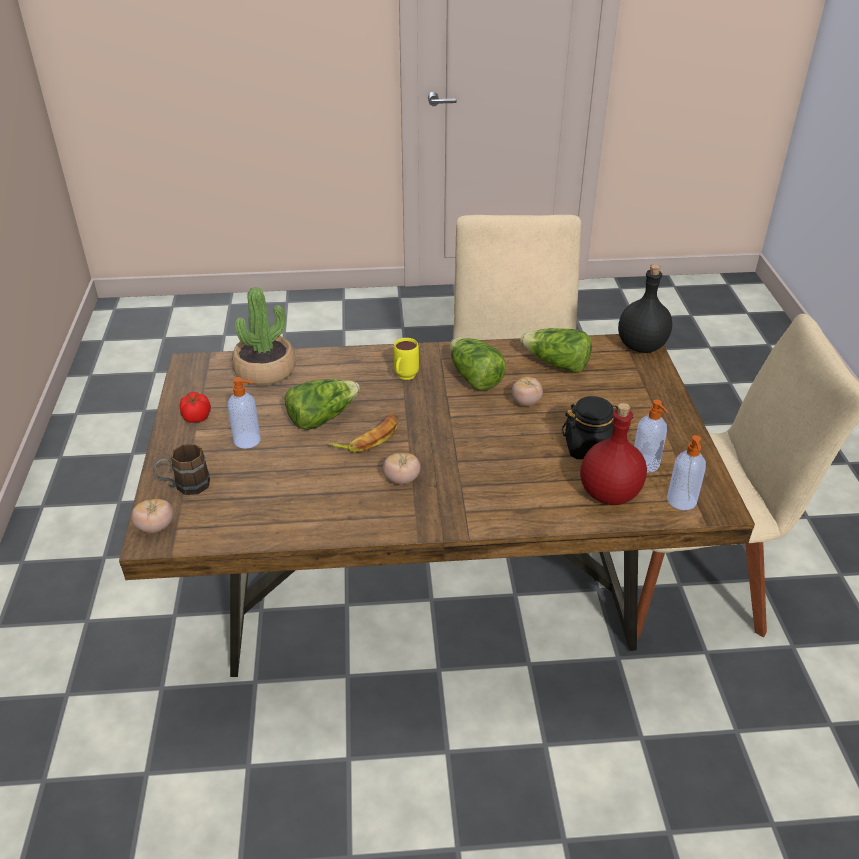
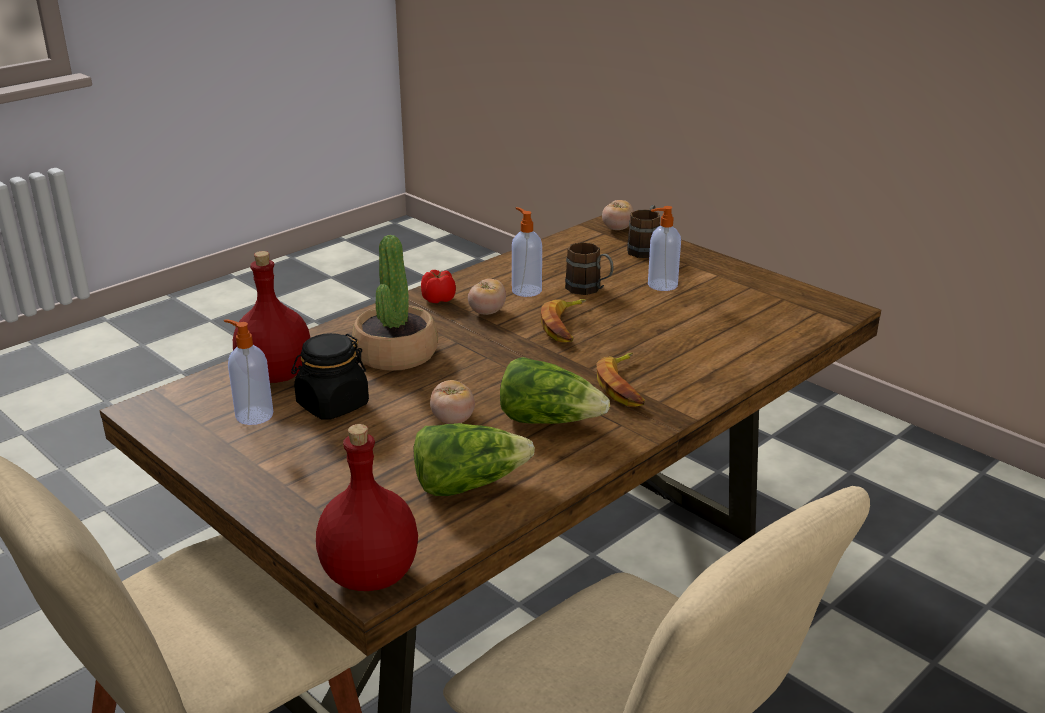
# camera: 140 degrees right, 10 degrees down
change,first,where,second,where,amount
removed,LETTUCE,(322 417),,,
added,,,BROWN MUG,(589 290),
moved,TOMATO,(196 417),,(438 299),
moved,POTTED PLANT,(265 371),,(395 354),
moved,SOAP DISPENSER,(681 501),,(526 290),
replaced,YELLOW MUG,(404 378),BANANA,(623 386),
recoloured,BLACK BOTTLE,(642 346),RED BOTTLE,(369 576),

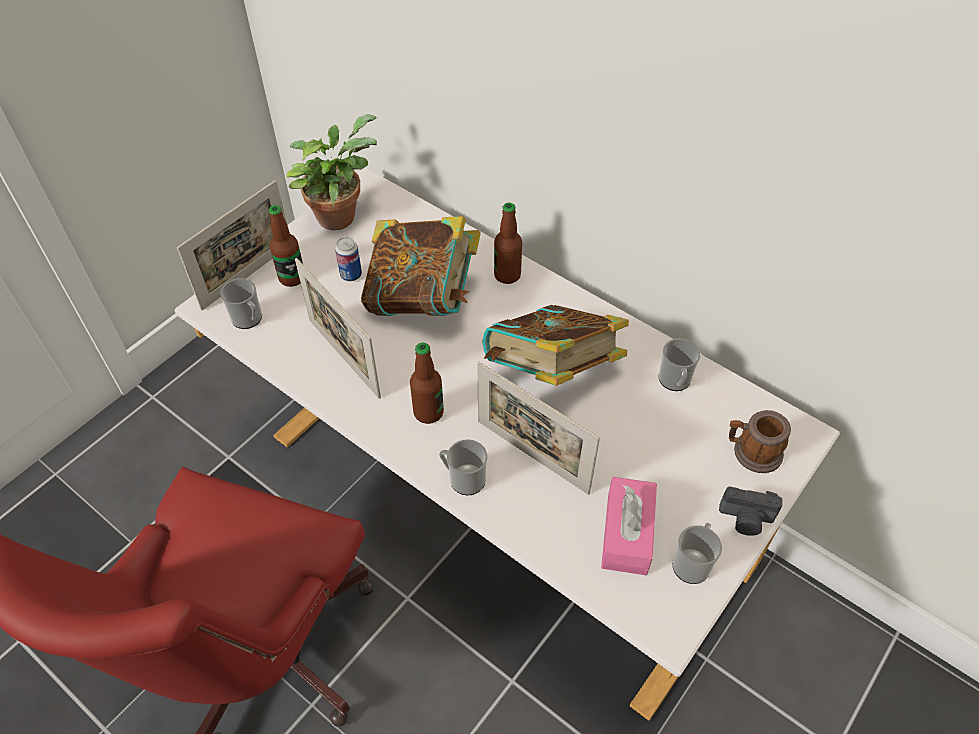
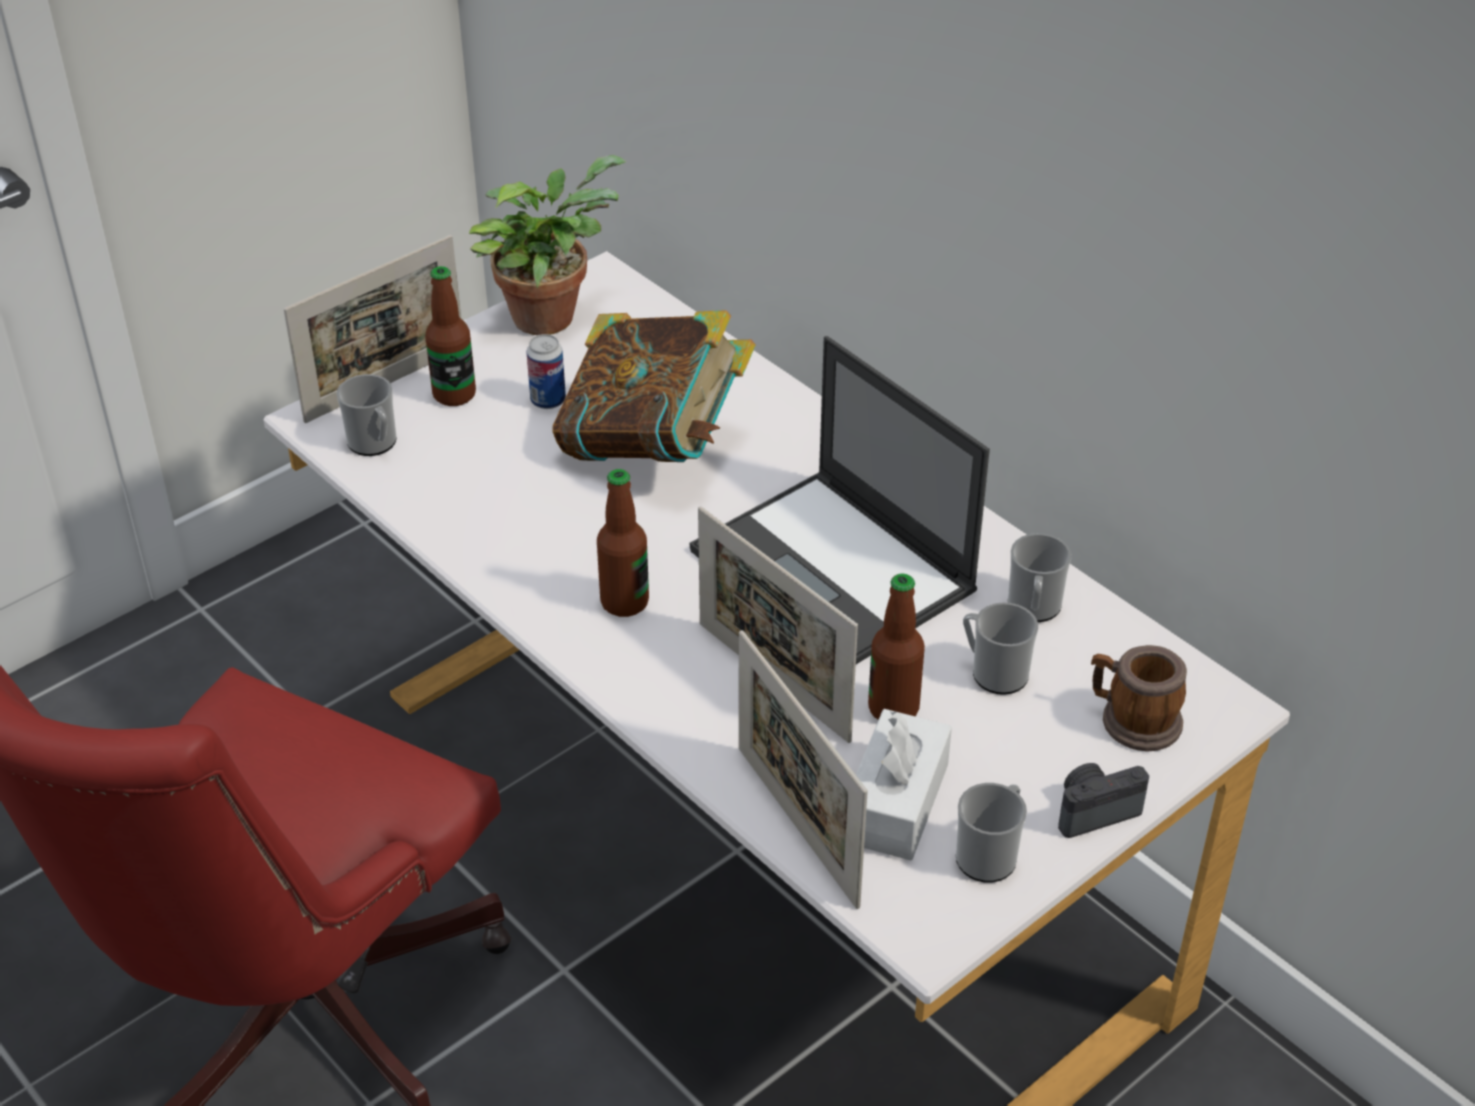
# camera: 10 degrees right, 10 degrees down
change,first,where,second,where,amount
moved,PICTURE FRAME,(344 358),,(797 825),
moved,MUG,(463 479),,(994 672),
moved,BOTTLE,(507 275),,(893 708),
replaced,BOOK,(551 373),LAPTOP,(835 572),
recoloured,PINK TISSUE BOX,(627 534),WHITE TISSUE BOX,(895 803),
turned,PHOTO CAMERA,(745 520),,(1093 810),135 degrees clockwise

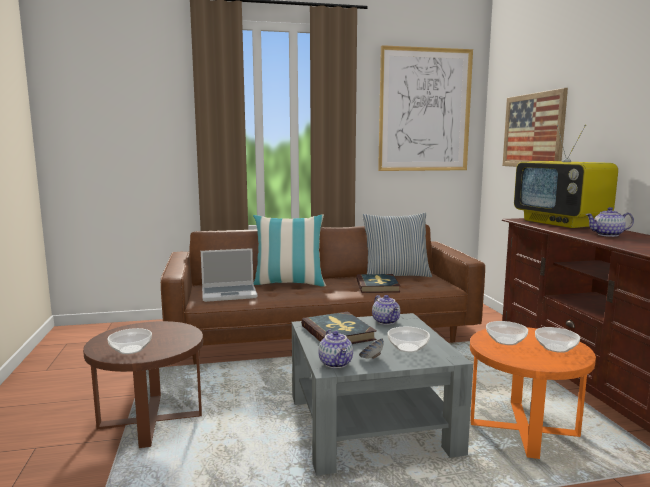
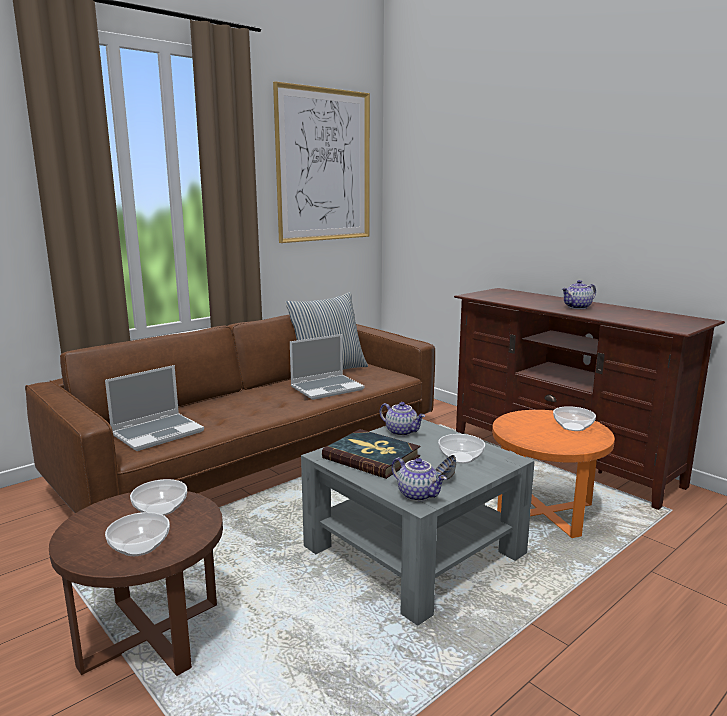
# camera: 30 degrees left, 5 degrees up
change,first,where,second,where,amount
removed,PILLOW,(289 283),,,
removed,PICTURE,(533 130),,,
removed,TELEVISION,(561 223),,,
moved,BOWL,(505 341),,(160 509),
replaced,BOOK,(377 286),LAPTOP,(327 388),

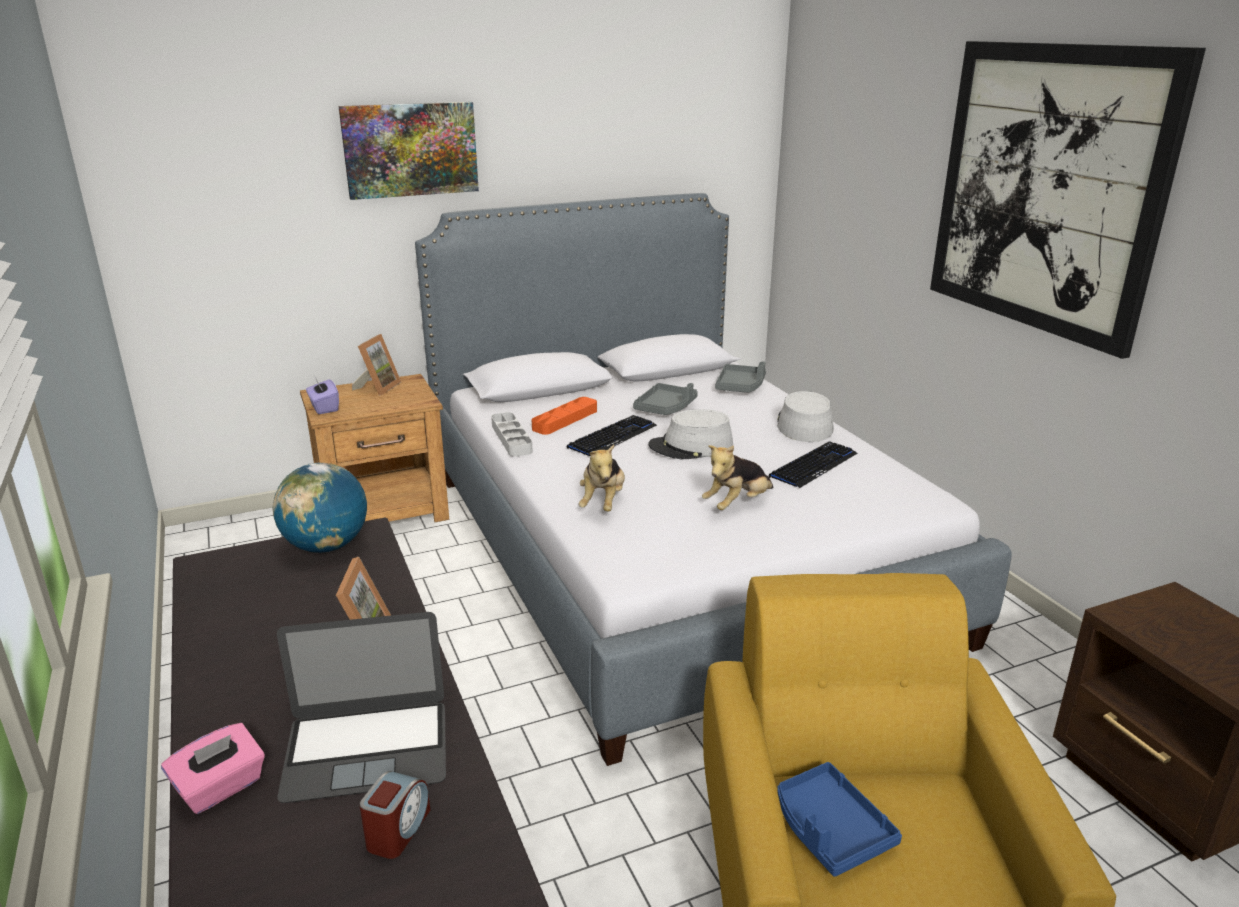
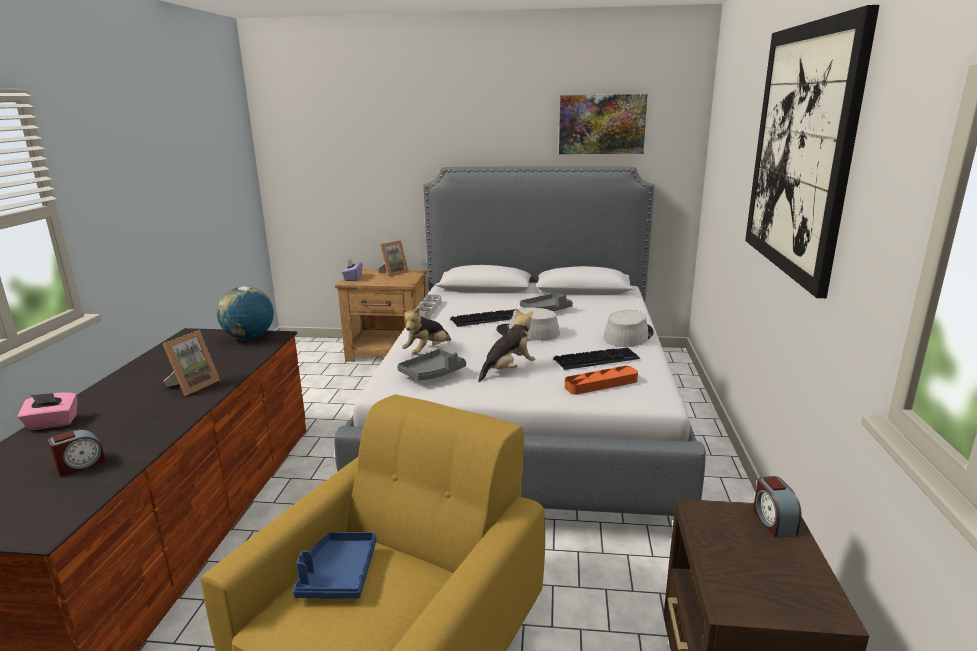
# camera: 30 degrees right, 5 degrees down
change,first,where,second,where,amount
removed,LAPTOP,(367 749),,,
added,,,ALARM CLOCK,(773 521),
moved,PICTURE,(410 149),,(601 124),
moved,ORANGE TRAY,(565 420),,(601 384),
moved,GREY TRAY,(740 386),,(433 373),
turned,PLUSH TOY,(737 504),,(508 370),150 degrees clockwise

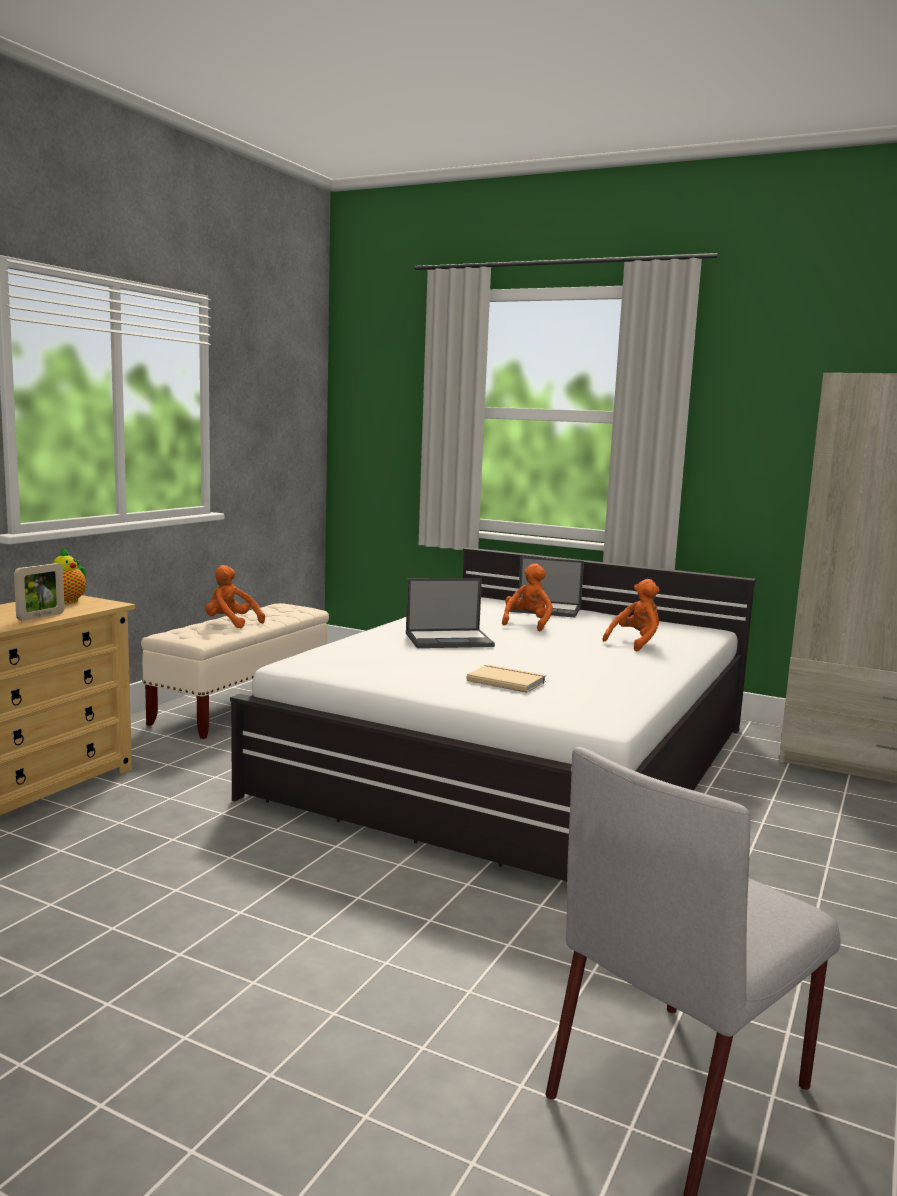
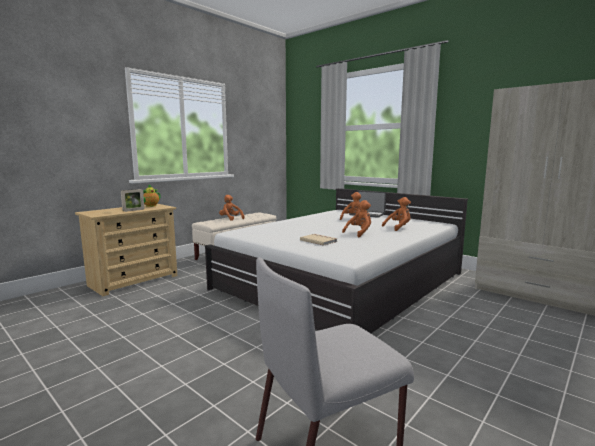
# camera: 15 degrees right, 0 degrees up
change,first,where,second,where,amount
removed,LAPTOP,(450 640),,,
added,,,ORANGE PLUSH TOY,(359 233),

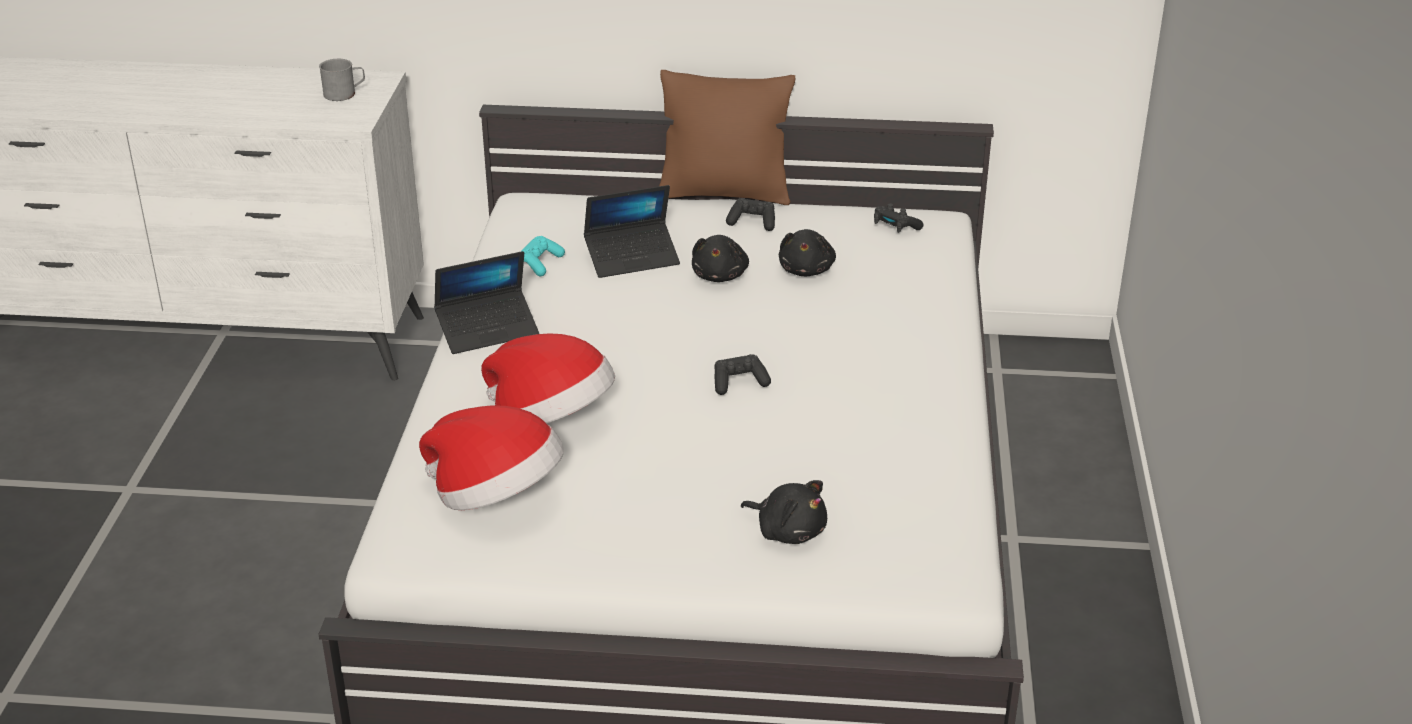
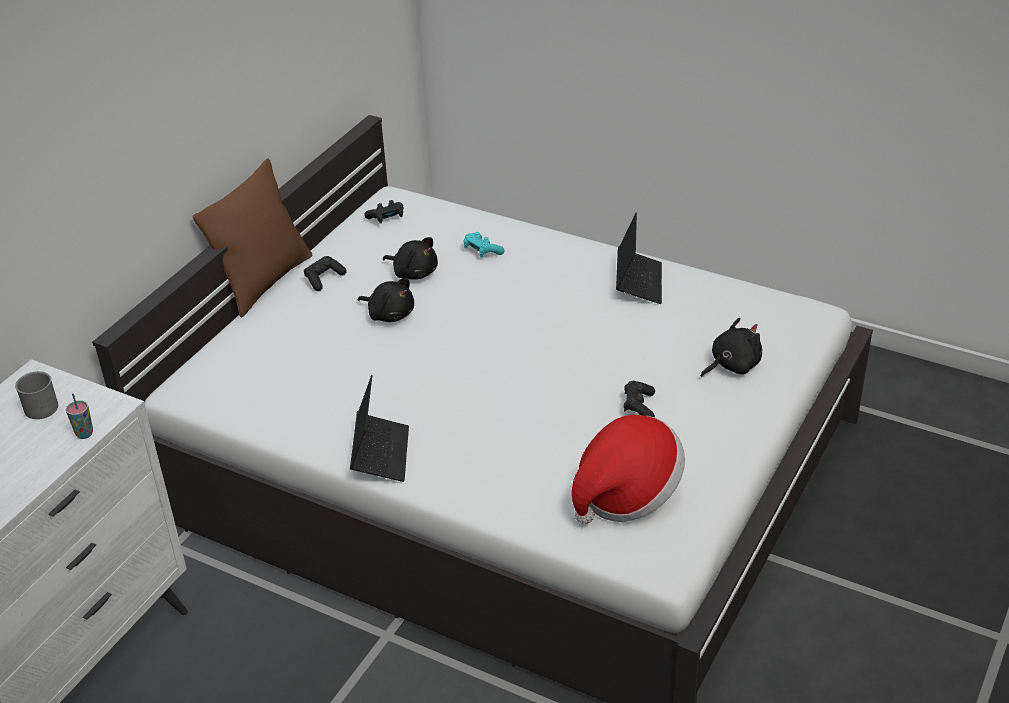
# camera: 65 degrees left, 5 degrees up
change,first,where,second,where,amount
removed,HAT,(552 419),,,
added,,,CUP,(84 434),
moved,TURQUOISE GAME CONTROLLER,(540 263),,(482 251),
moved,LAPTOP,(632 258),,(638 282),
moved,BLACK GAME CONTROLLER,(739 383),,(639 407),

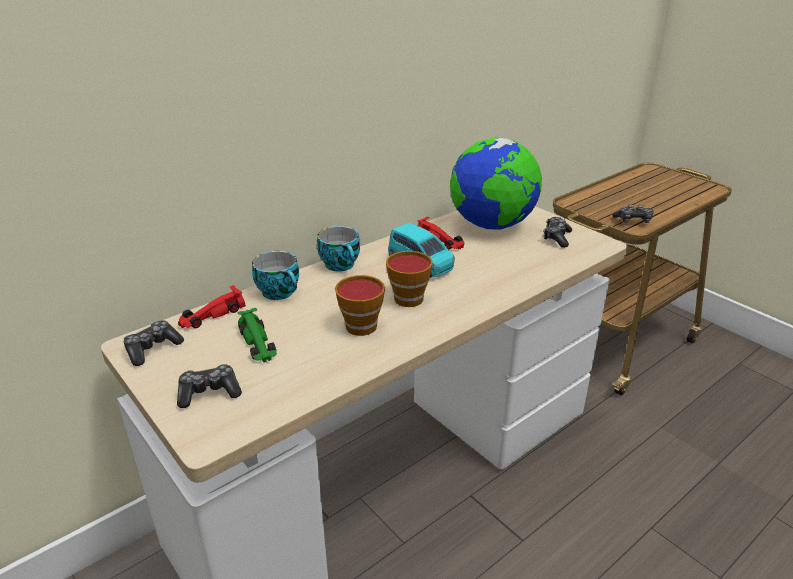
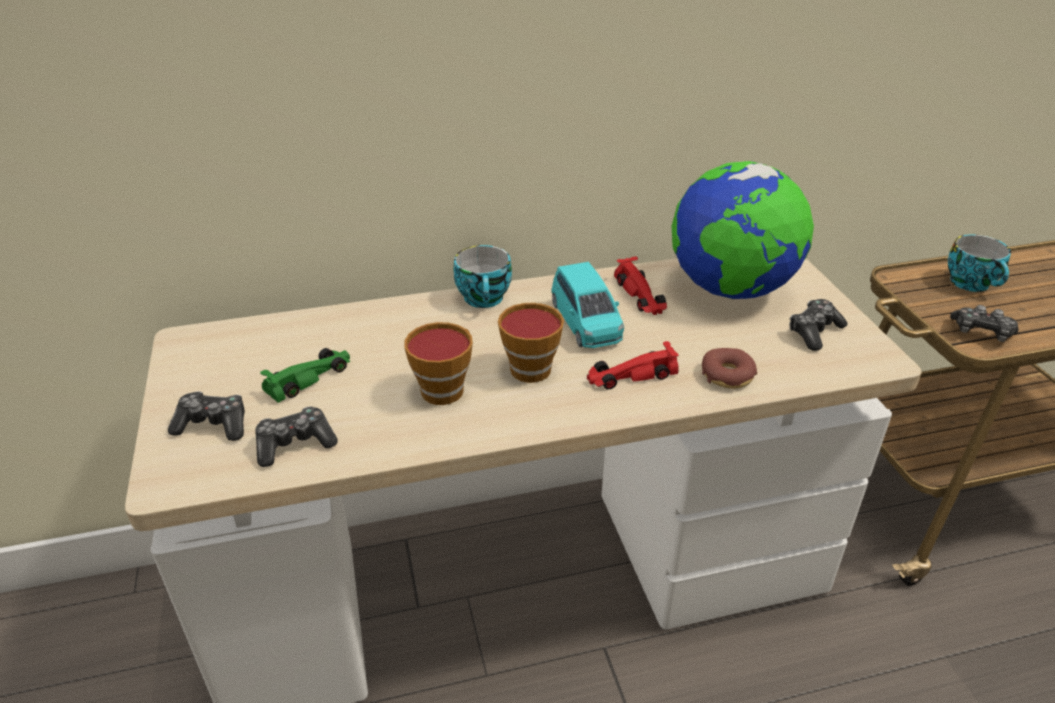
# camera: 25 degrees right, 5 degrees up
change,first,where,second,where,amount
added,,,DONUT,(727 375),
moved,GAME CONTROLLER,(152 349),,(295 444),
moved,RED TOY CAR,(211 315),,(630 375),
moved,CUP,(280 292),,(972 283),
turned,GREEN TOY CAR,(257 343),,(310 377),135 degrees counterclockwise

